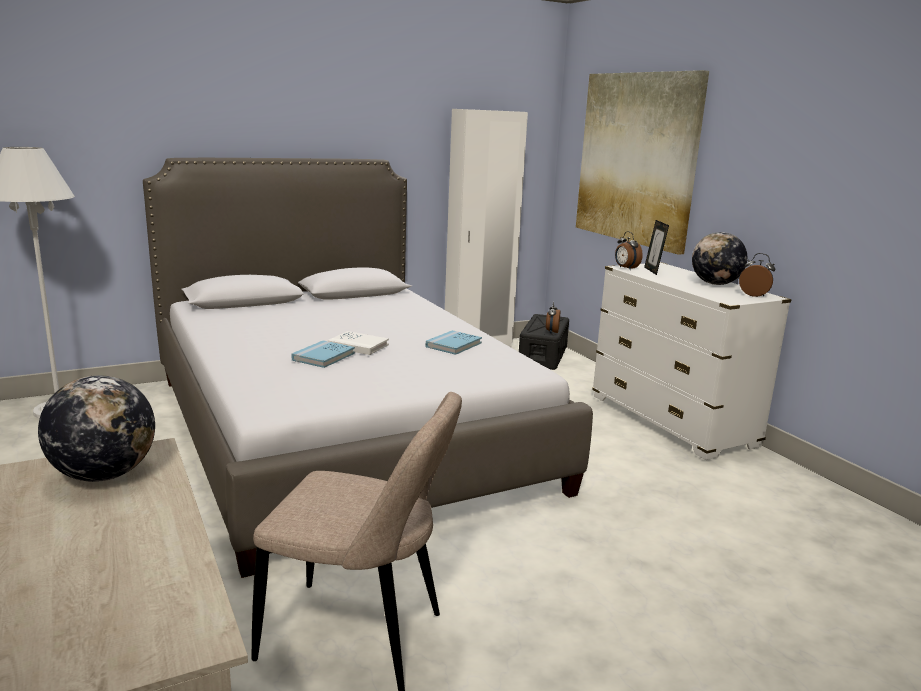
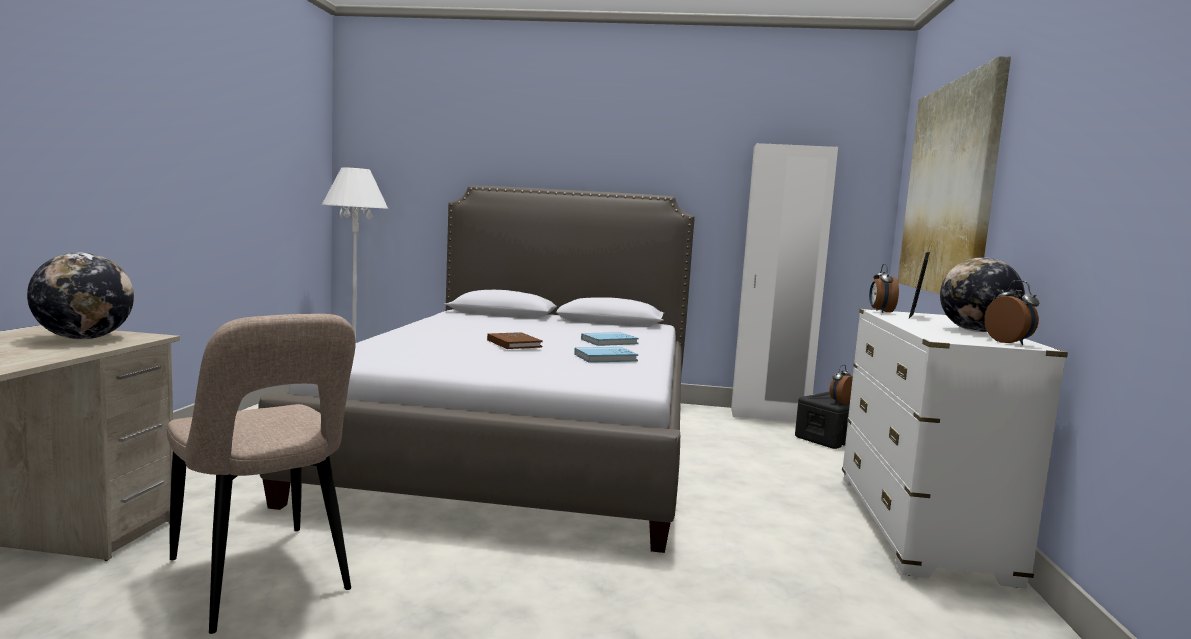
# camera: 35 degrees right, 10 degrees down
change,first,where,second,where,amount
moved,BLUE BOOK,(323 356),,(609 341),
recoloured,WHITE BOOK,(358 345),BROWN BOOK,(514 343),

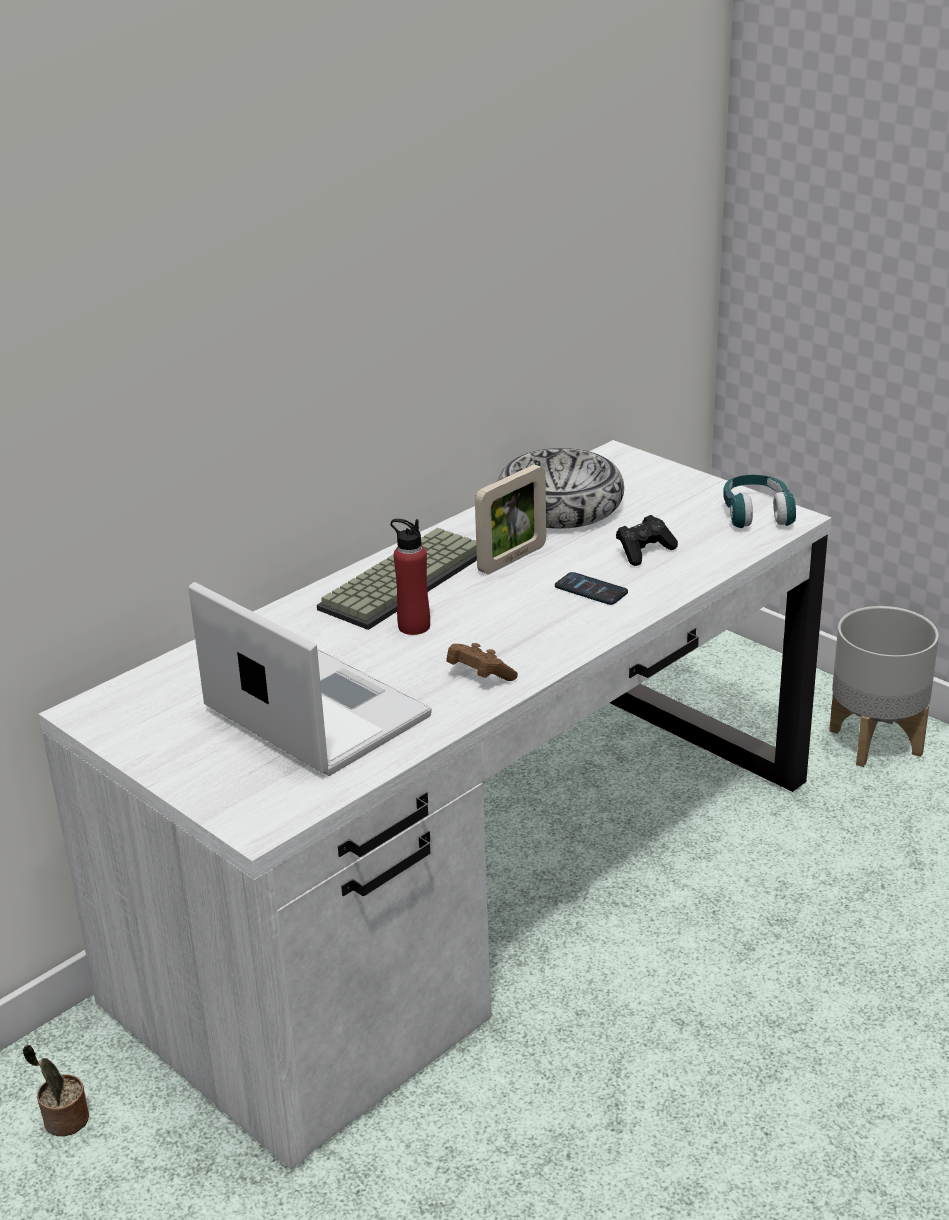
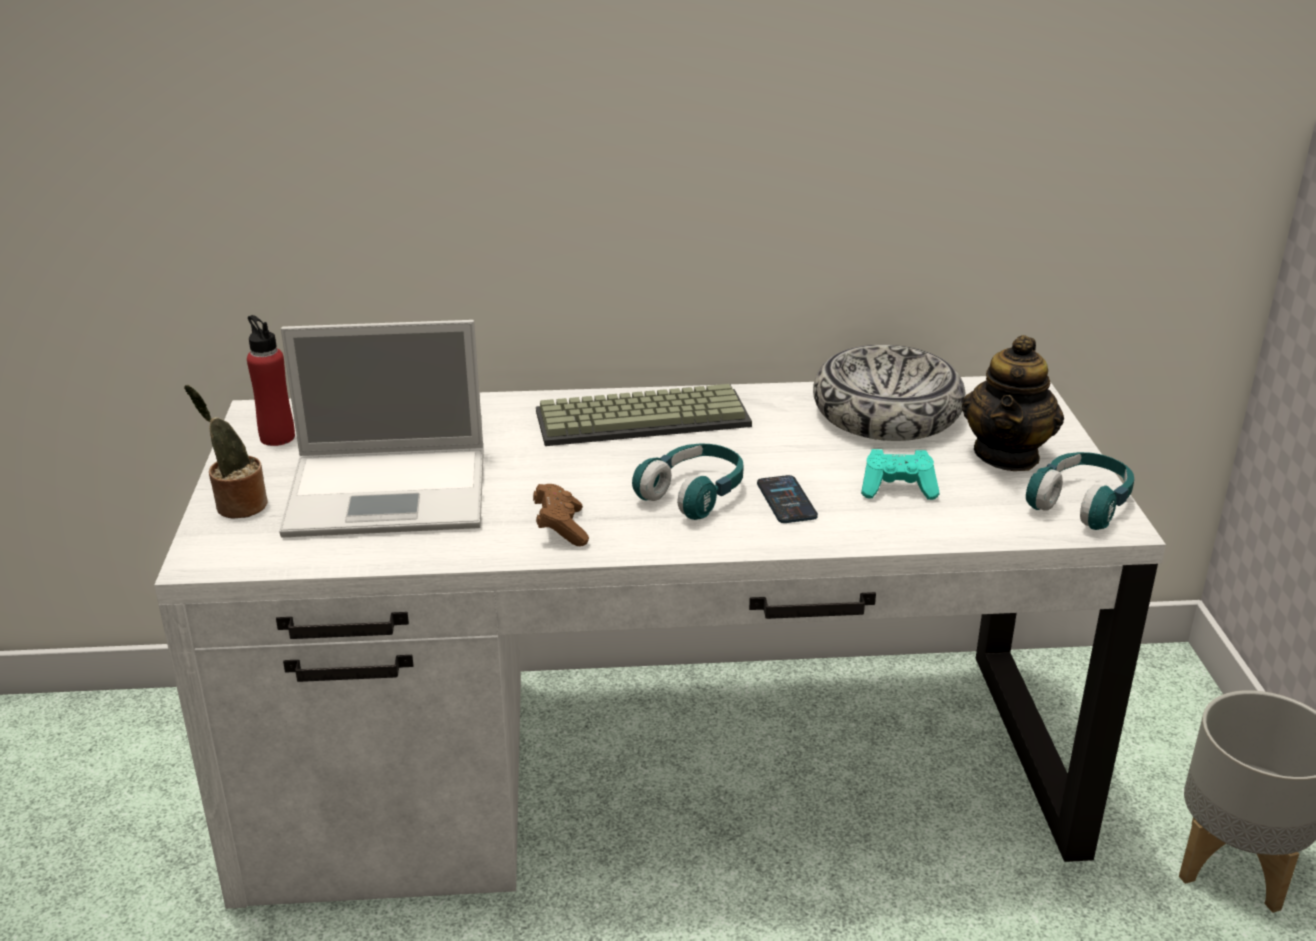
# camera: 40 degrees right, 0 degrees up
change,first,where,second,where,amount
removed,PICTURE FRAME,(512 559),,,
added,,,TURQUOISE HEADPHONES,(694 494),
added,,,TEAPOT,(1007 455),
moved,POTTED PLANT,(63 1121),,(237 506),
moved,RED BOTTLE,(414 626),,(277 437),
recoloured,BLACK GAME CONTROLLER,(644 552),TURQUOISE GAME CONTROLLER,(898 489),
turned,LAPTOP,(313 712),,(392 492),90 degrees clockwise

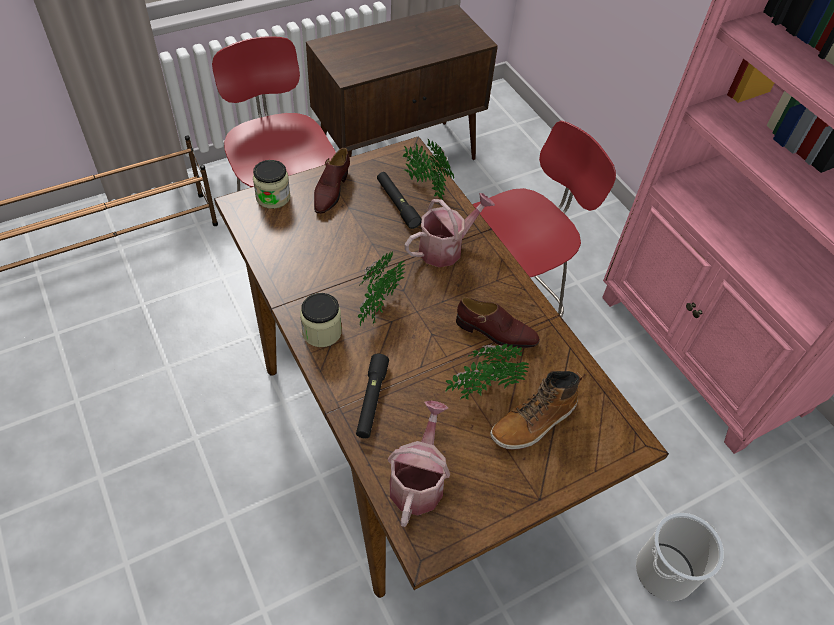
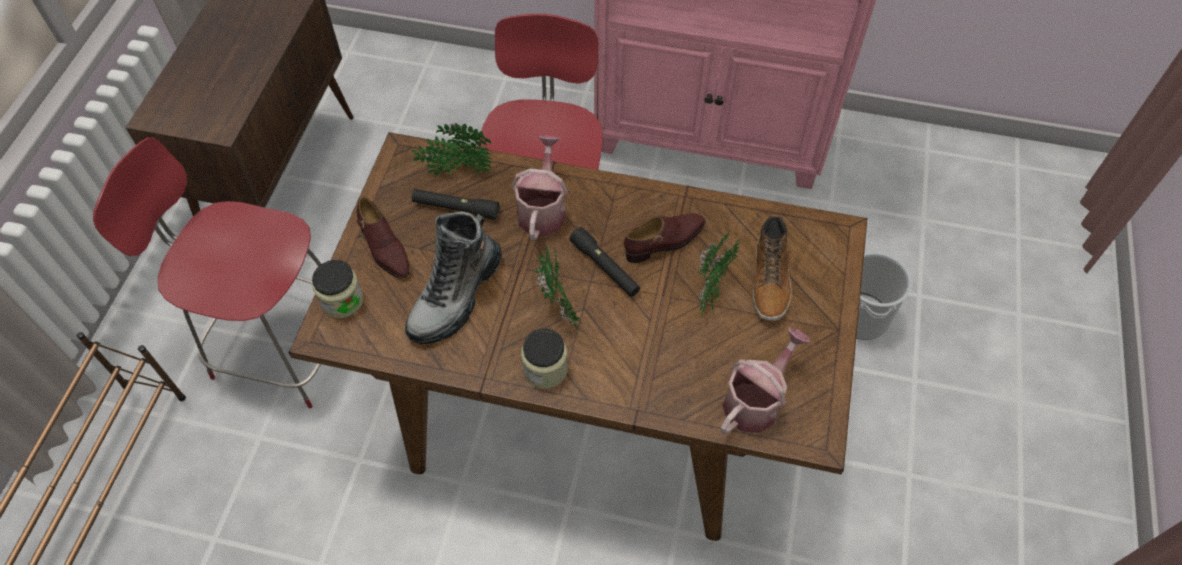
# camera: 45 degrees left, 5 degrees up
change,first,where,second,where,amount
added,,,BOOT,(455 296),
moved,BLACK FLASHLIGHT,(371 400),,(605 267),
turned,WATERING CAN,(418 480),,(756 400),75 degrees clockwise

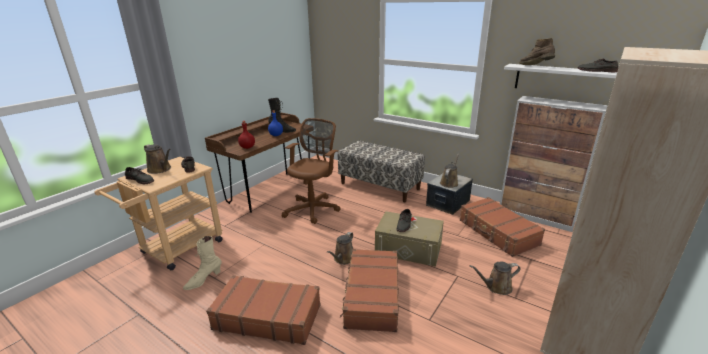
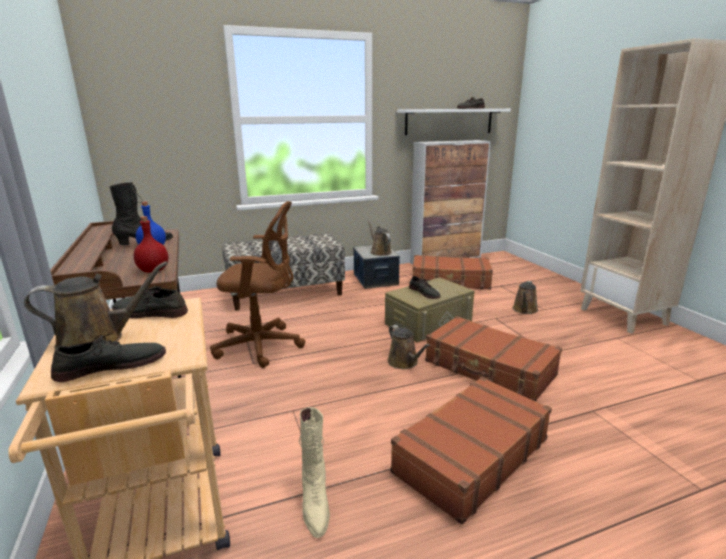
# camera: 55 degrees left, 5 degrees down
change,first,where,second,where,amount
removed,BROWN BOOT,(535 66),,,
turned,BROWN OFFICE CHAIR,(313 208),,(262 346),120 degrees clockwise

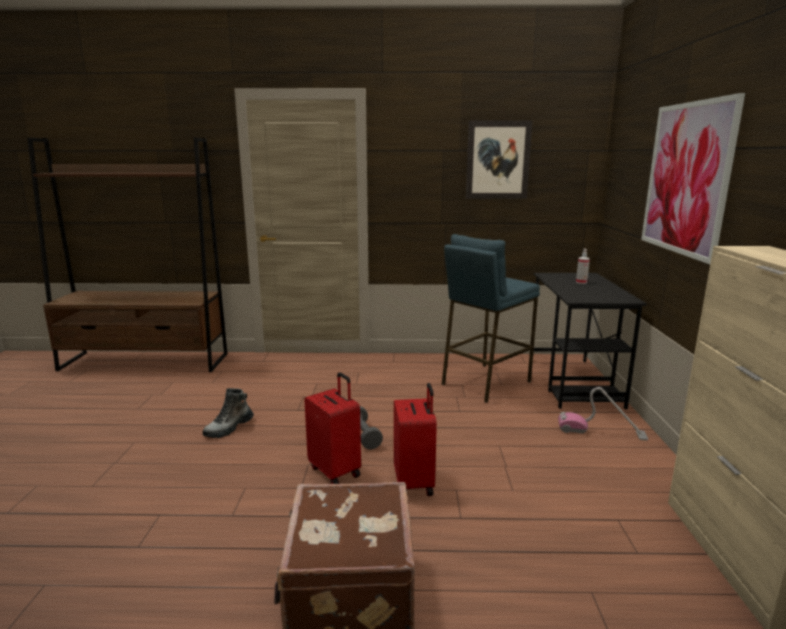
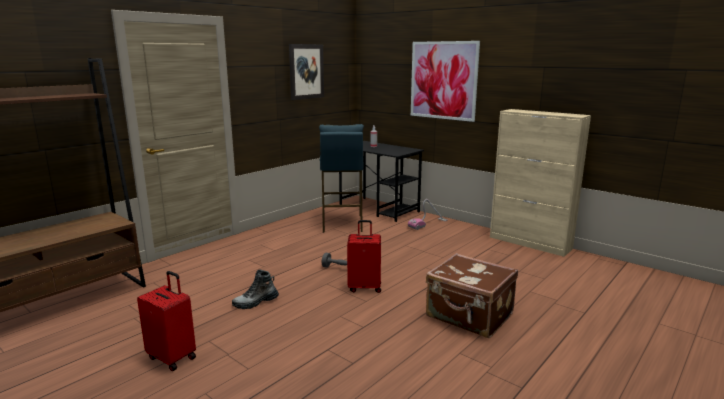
# camera: 50 degrees left, 0 degrees up
change,first,where,second,where,amount
moved,RED SUITCASE,(415 483),,(173 357),
turned,BOOT,(229 428),,(256 302),75 degrees clockwise

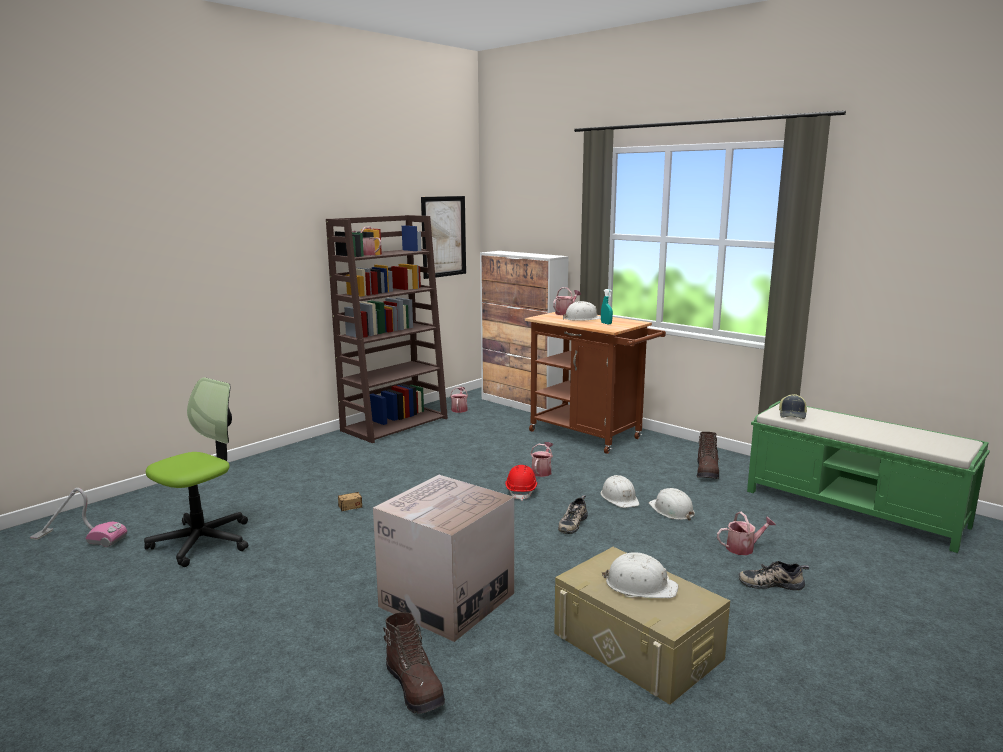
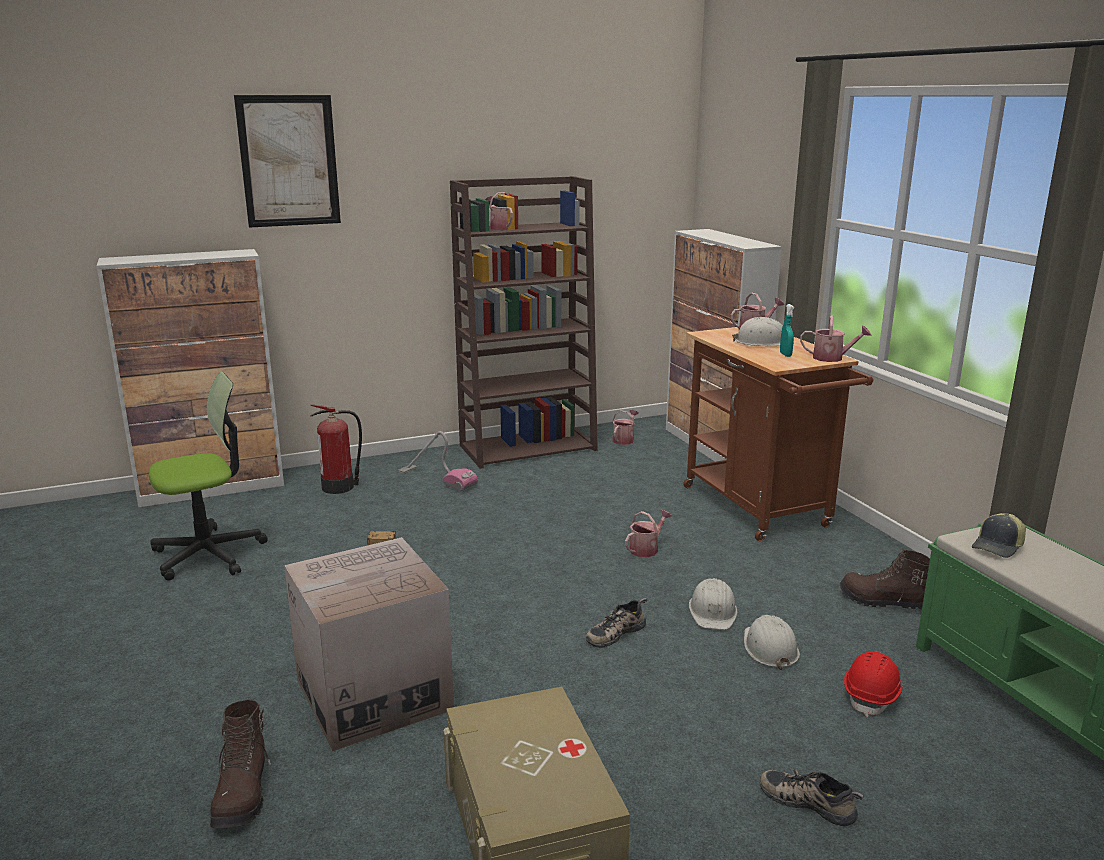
# camera: 25 degrees right, 5 degrees up
change,first,where,second,where,amount
removed,WHITE HARD HAT,(640 585),,,
added,,,CABINET,(213 488),
added,,,FIRE EXTINGUISHER,(340 487),
moved,VACUUM CLEANER,(79 538),,(437 479),
moved,PICTURE,(443 236),,(289 161),
moved,RED HARD HAT,(521 491),,(872 696),
moved,WATERING CAN,(743 548),,(832 358),
turned,BROWN BOOT,(707 472),,(882 601),75 degrees clockwise

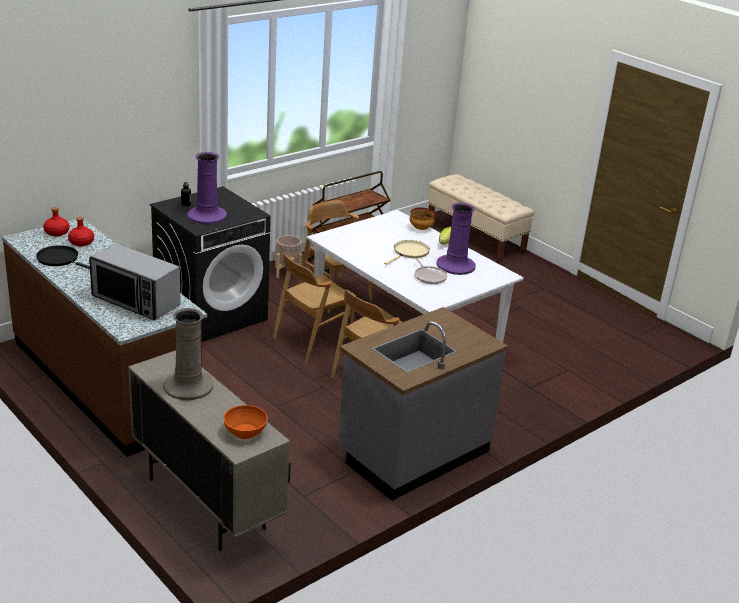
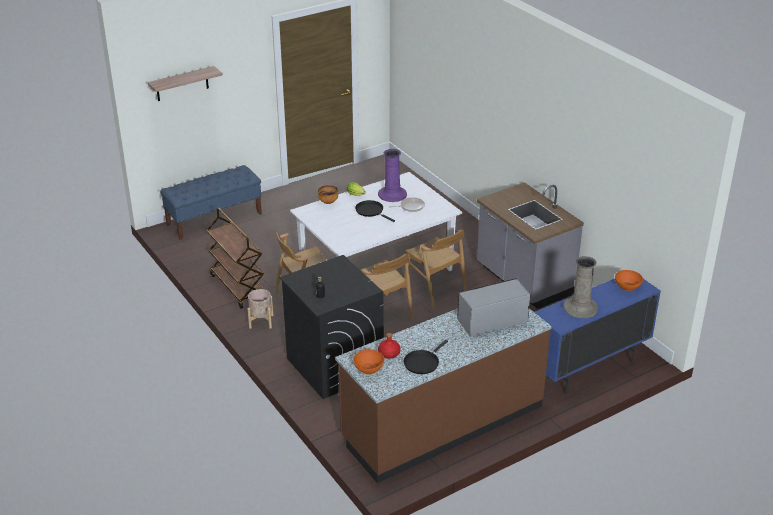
# camera: 80 degrees left, 5 degrees up
change,first,where,second,where,amount
removed,PURPLE VASE,(206 216),,,
added,,,SHELF,(182 84),
replaced,RED BOTTLE,(56 232),ORANGE BOWL,(369 369),
recoloured,BEIGE CABINET,(206 503),BLUE CABINET,(588 369),
recoloured,BEIGE FRYING PAN,(409 253),BLACK FRYING PAN,(371 211),
recoloured,BEIGE BENCH,(475 238),BLUE BENCH,(214 219),
turned,MICROWAVE,(135 301),,(492 321),150 degrees counterclockwise

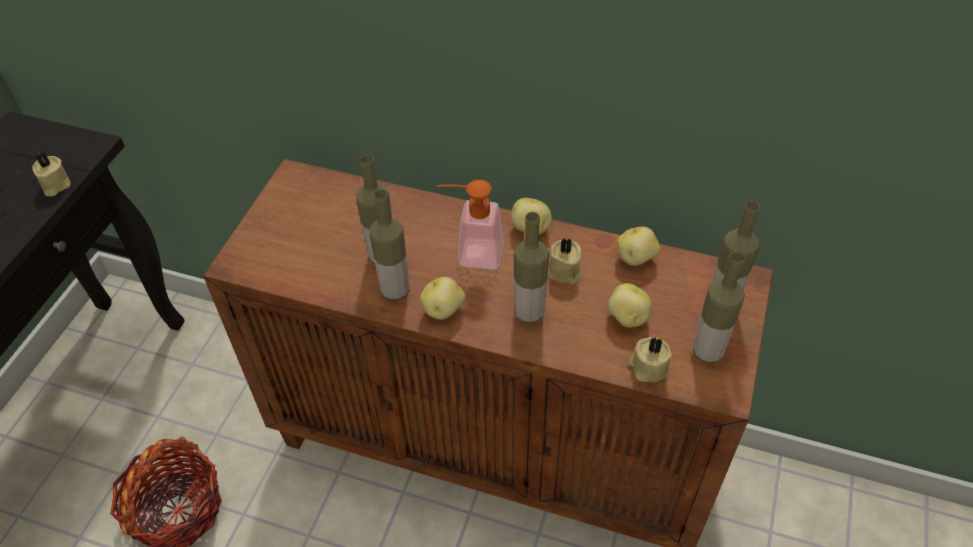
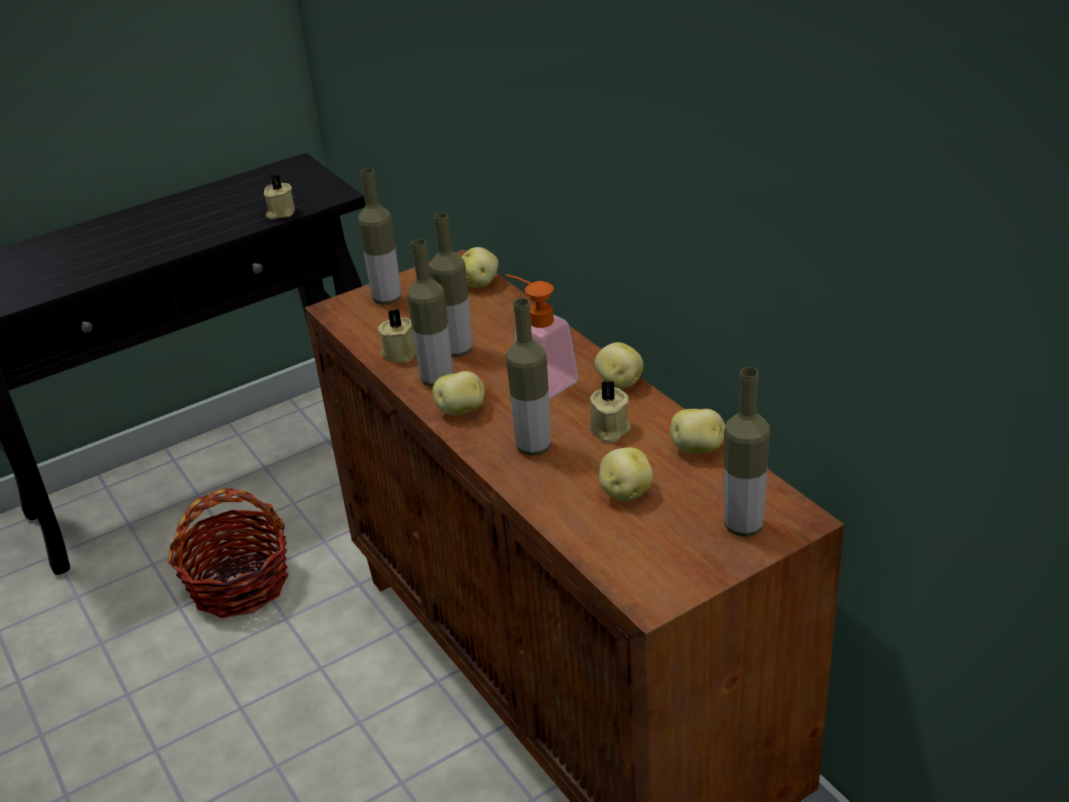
# camera: 40 degrees right, 15 degrees down
change,first,where,second,where,amount
added,,,POTATO,(480 283),
moved,BEIGE CANDLE,(648 367),,(400 352),
moved,BOTTLE,(707 352),,(387 299),

